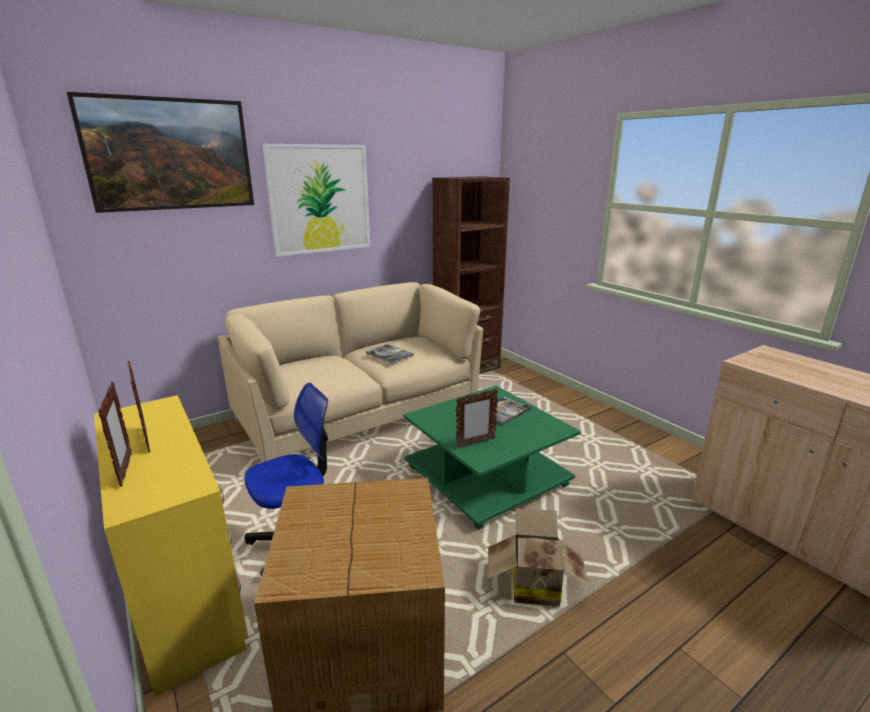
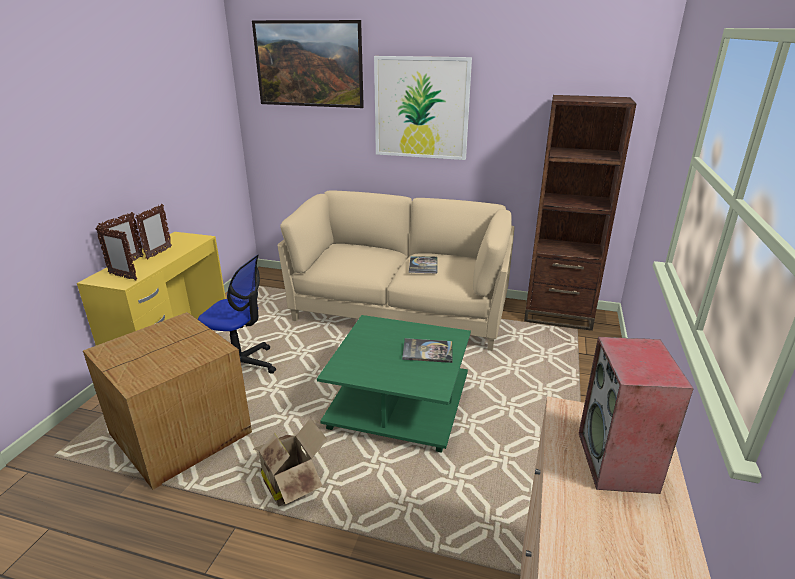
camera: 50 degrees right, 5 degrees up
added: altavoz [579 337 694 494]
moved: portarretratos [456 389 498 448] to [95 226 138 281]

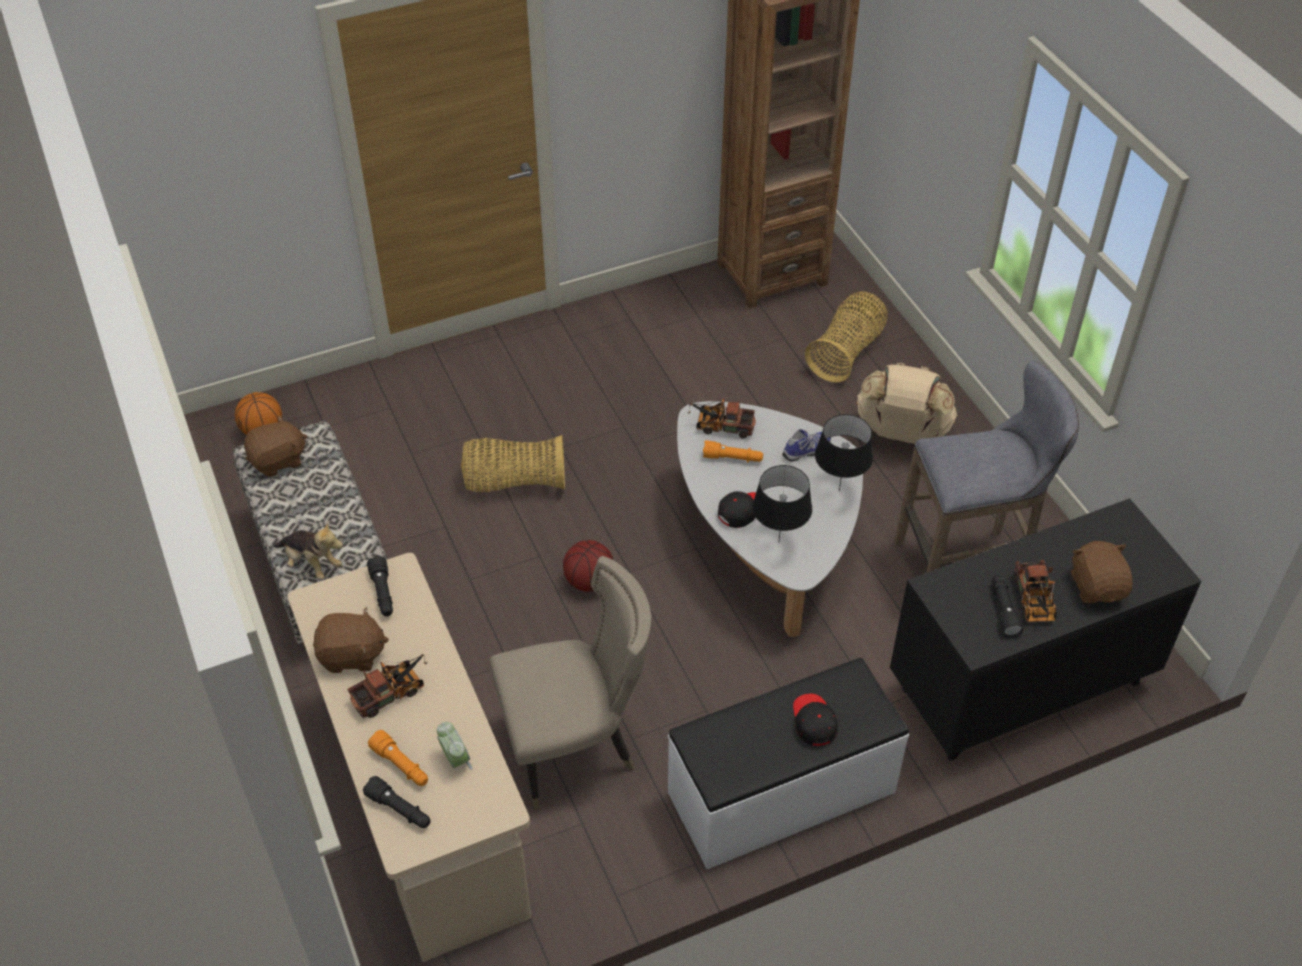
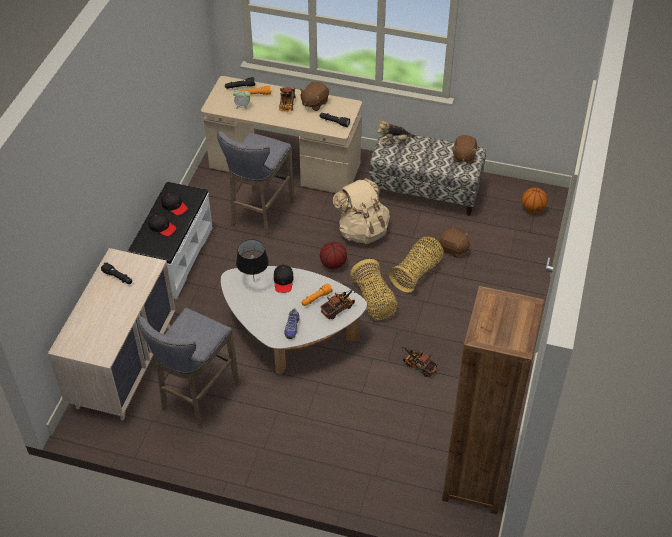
camera: 130 degrees right, 0 degrees up
removed: lámpara de mesa [negro] [815 414 873 491]
added: gorra [negro] [161 191 188 215]
moved: cesta [805 291 888 382] to [350 259 397 320]; mochila [beis] [856 362 957 444] to [333 178 390 244]; camión de juguete [1014 560 1057 625] to [402 347 438 377]; peluche [marrón] [1071 541 1133 603] to [439 228 470 258]
replaced: silla [beis] [489 556 652 810] to taburete [gris] [217 131 294 238]
recoloured: cómoda [negro] [890 498 1202 761] to cómoda [beis] [48 248 176 421]

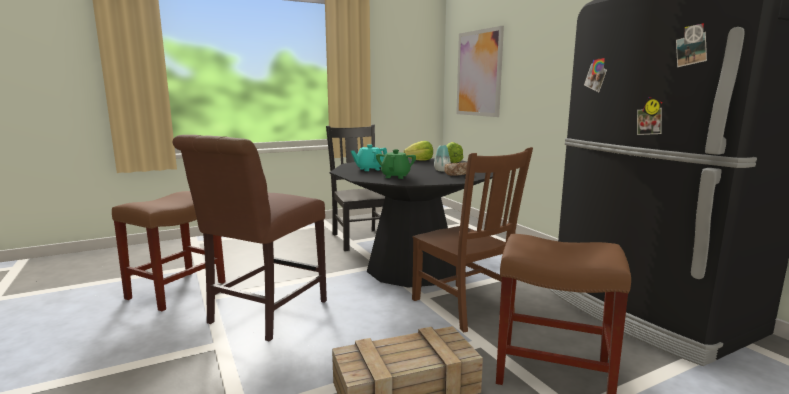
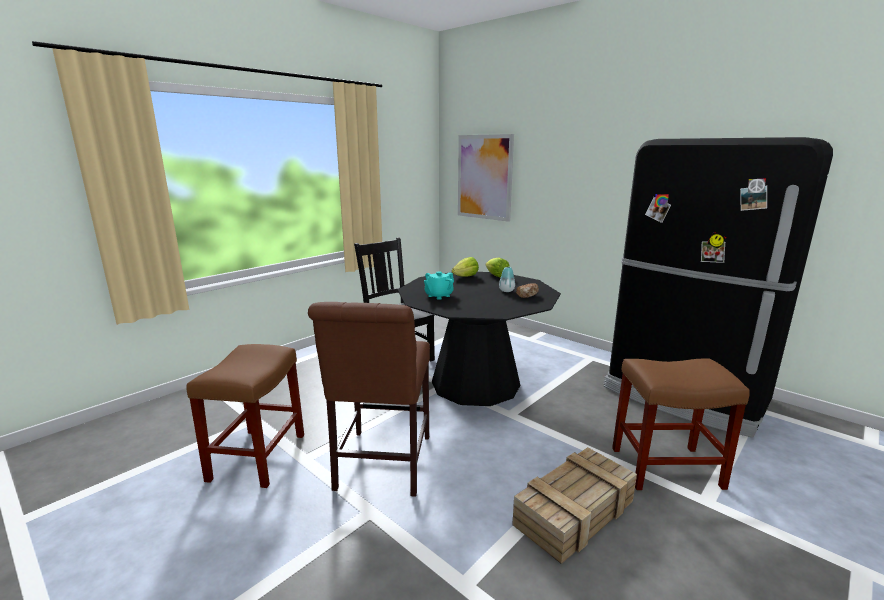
camera: 20 degrees left, 5 degrees up
removed: tetera [verde] [376 150 416 179]; silla [marrón] [412 147 533 332]

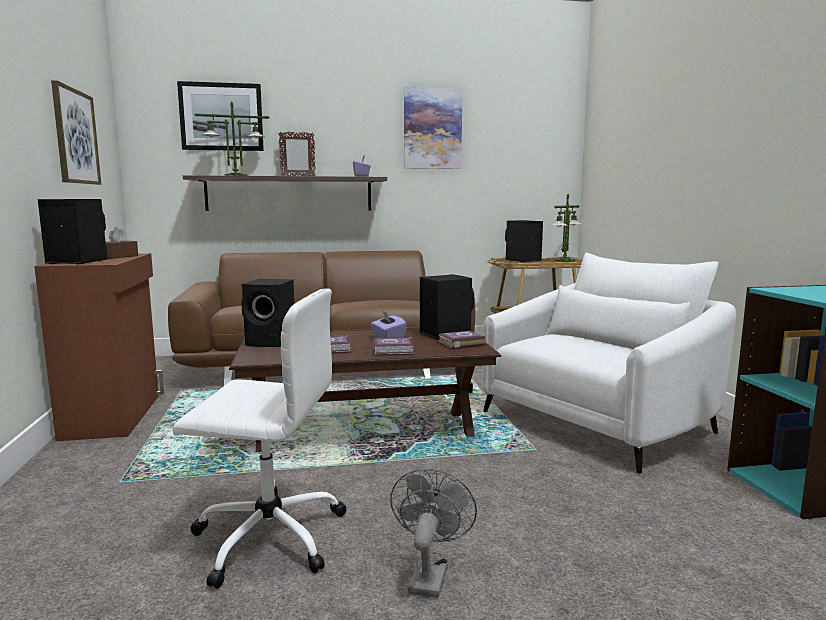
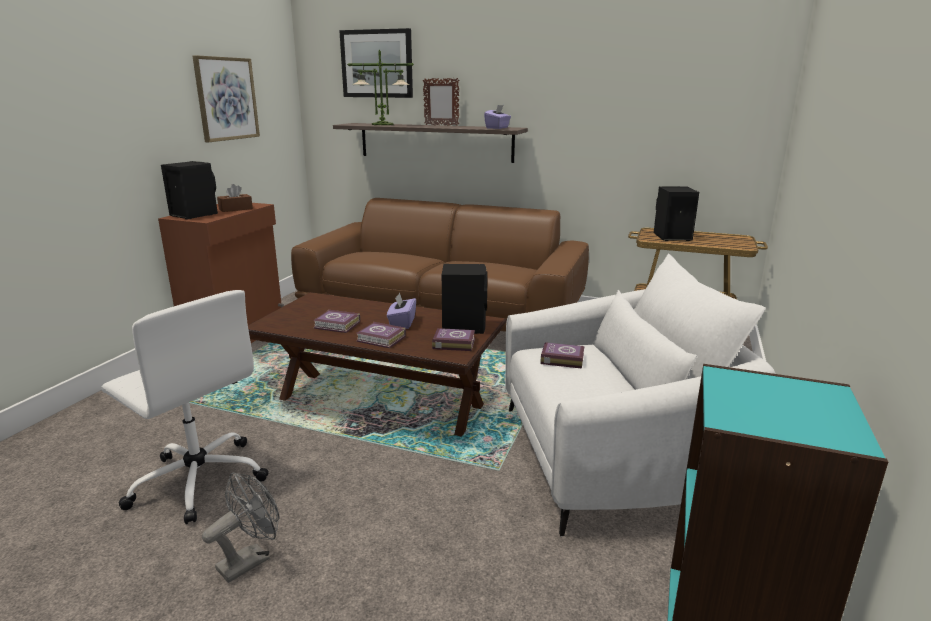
camera: 30 degrees right, 10 degrees up
removed: altavoz [negro] [241 279 294 347]; cuadro [404 87 463 169]; lámpara de mesa [552 194 581 262]
added: libro [540 342 584 369]

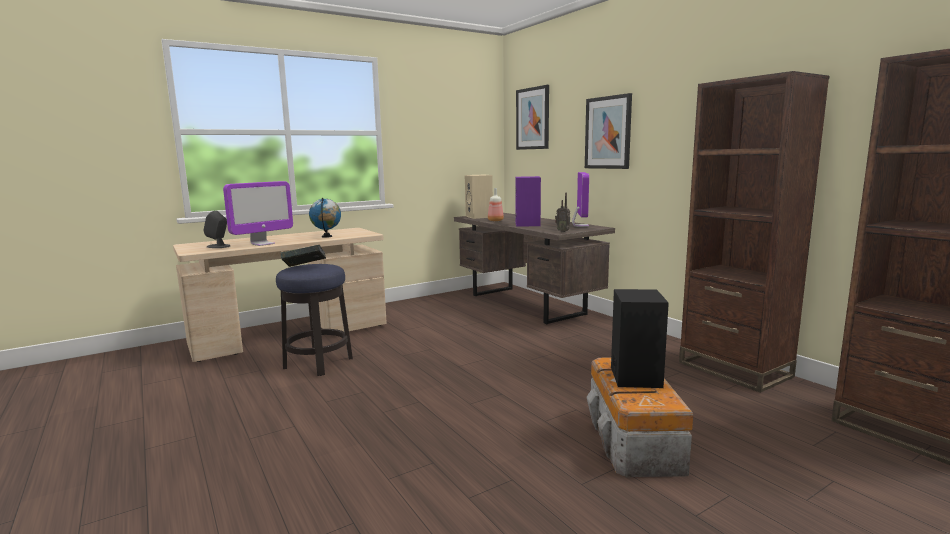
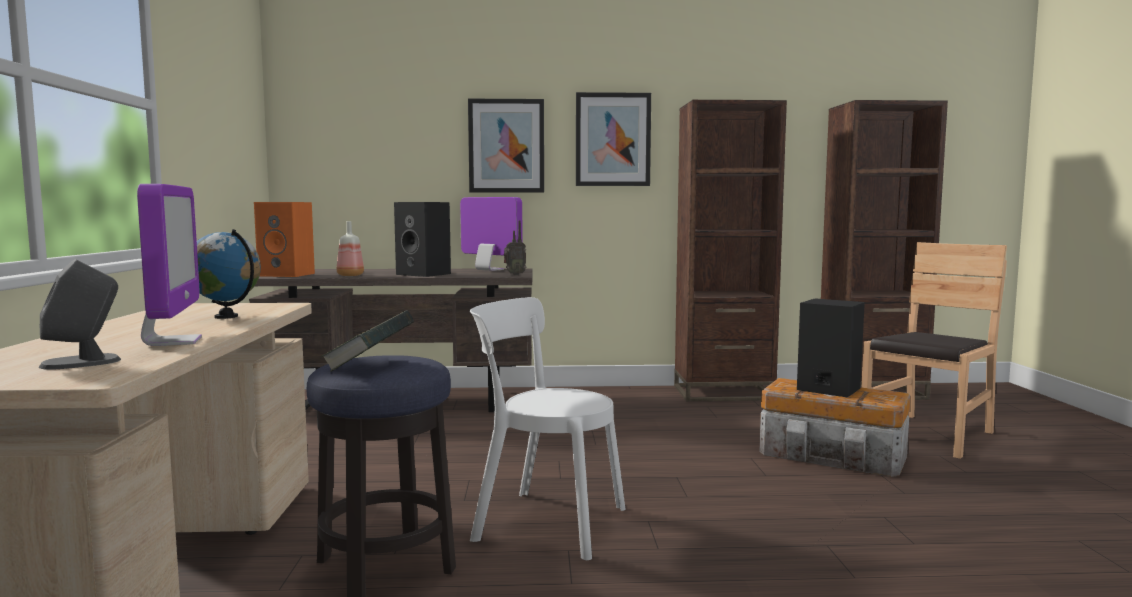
camera: 60 degrees left, 5 degrees down
added: silla [blanco] [470 297 625 560]; silla [marrón] [861 242 1007 459]
moved: cuadro [516 85 549 150] to [576 92 651 186]
recoloured: altavoz [beis] [465 175 493 219] to altavoz [naranja] [254 202 315 277]; altavoz [morado] [515 176 541 227] to altavoz [negro] [394 202 451 277]

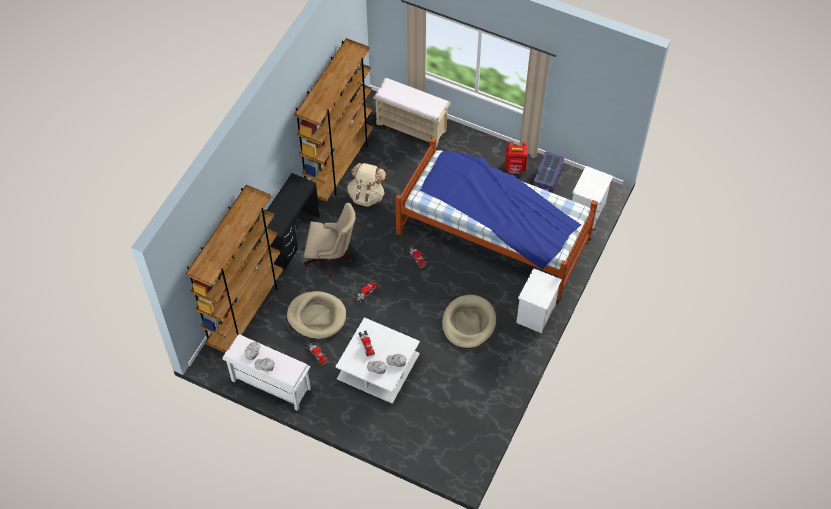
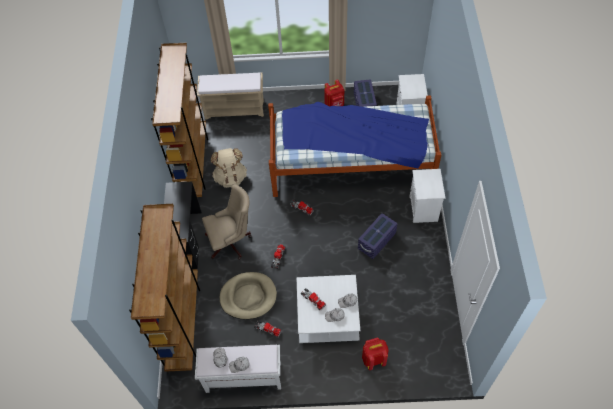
camera: 25 degrees left, 0 degrees up
added: mochila [rojo] [362 337 389 370]
replaced: cama para perro [beis] [442 295 496 349] to caja de almacenaje [morado] [358 213 397 259]

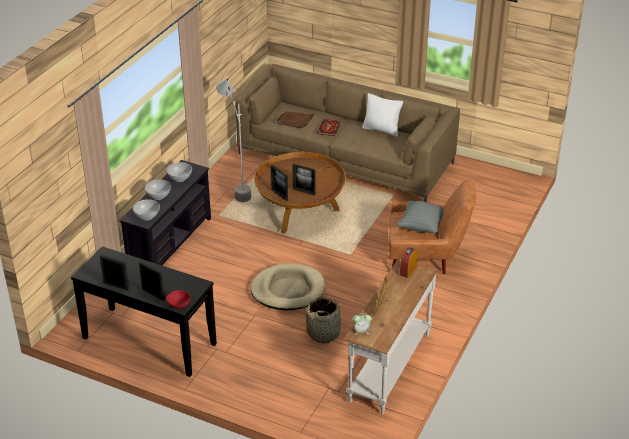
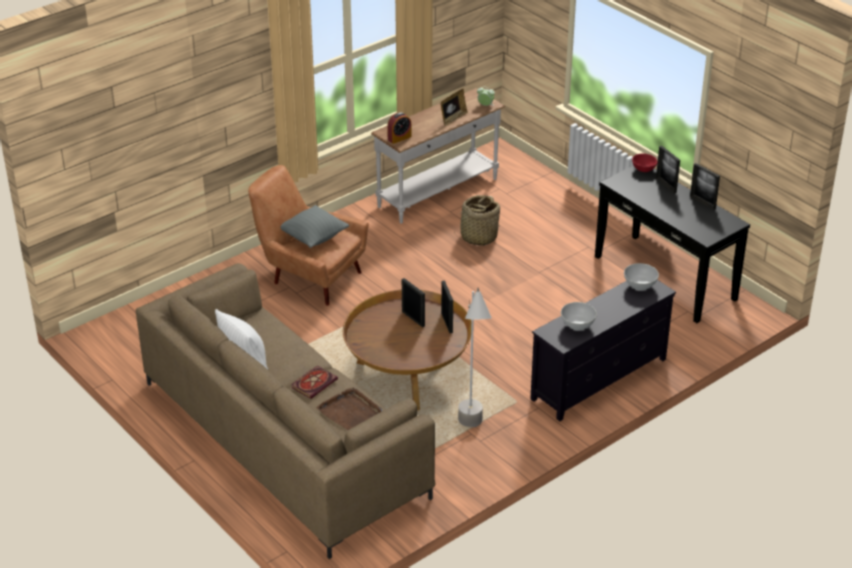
camera: 155 degrees left, 0 degrees up
removed: cuenco [blanco] [145 180 171 200]; cama para perro [beis] [251 263 326 310]

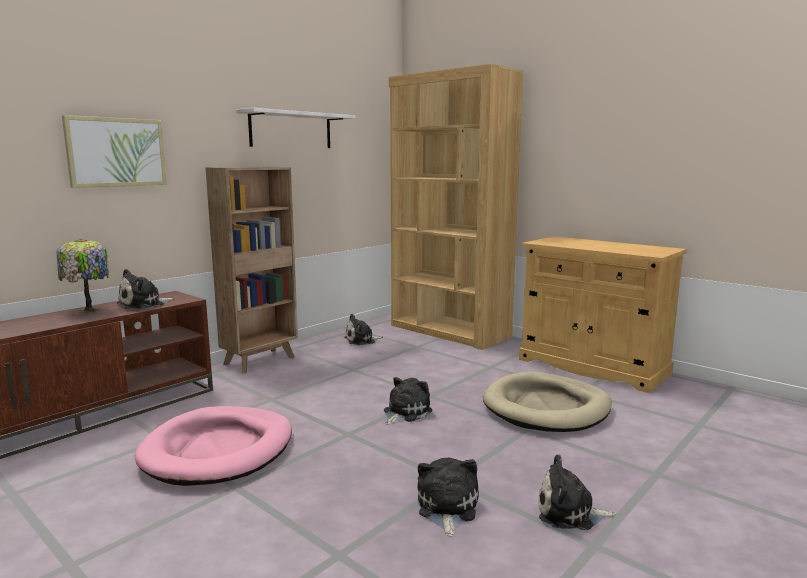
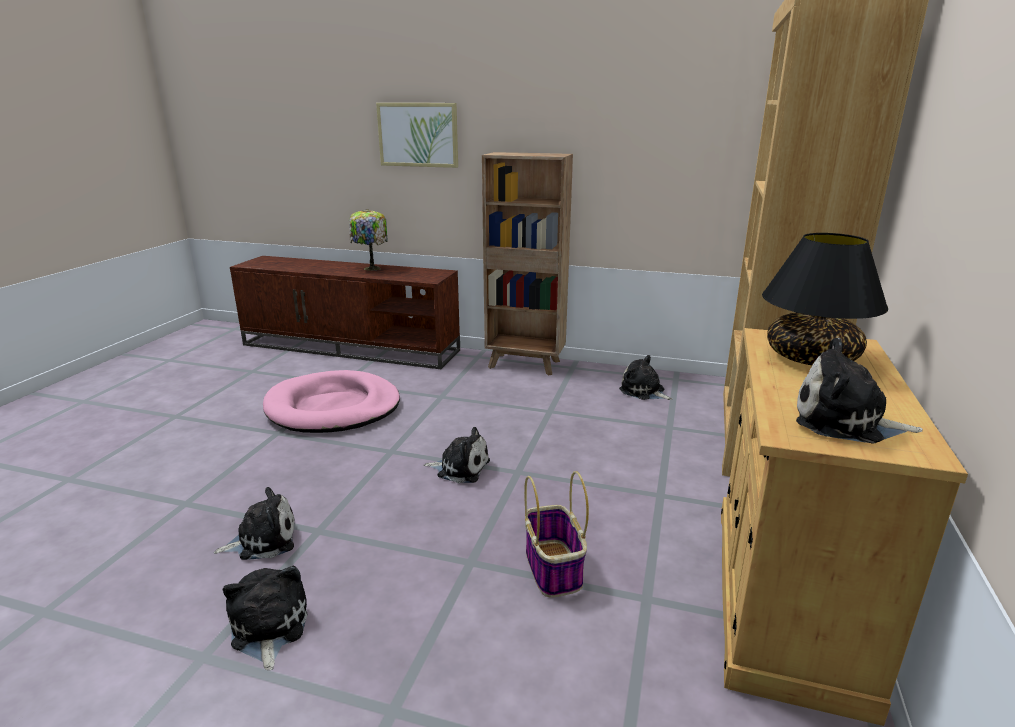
camera: 65 degrees right, 10 degrees up
removed: estante [blanco] [236 108 355 148]
added: lámpara de mesa [negro] [762 233 888 365]
moved: peluche [117 269 175 309] to [796 338 923 443]
replaced: cama para perro [beis] [483 371 612 432] to cesta [524 471 589 598]

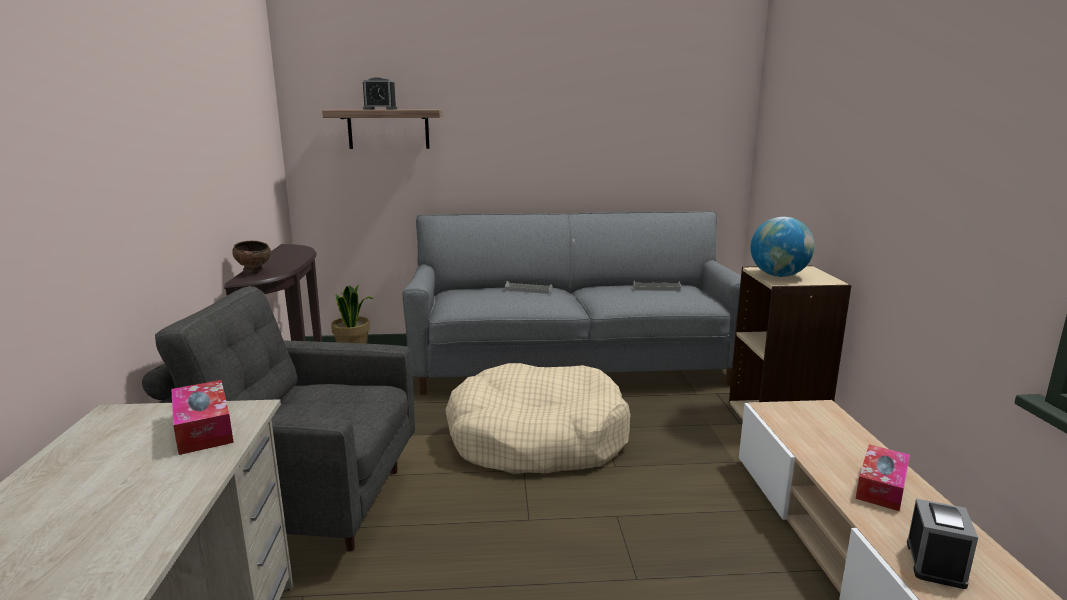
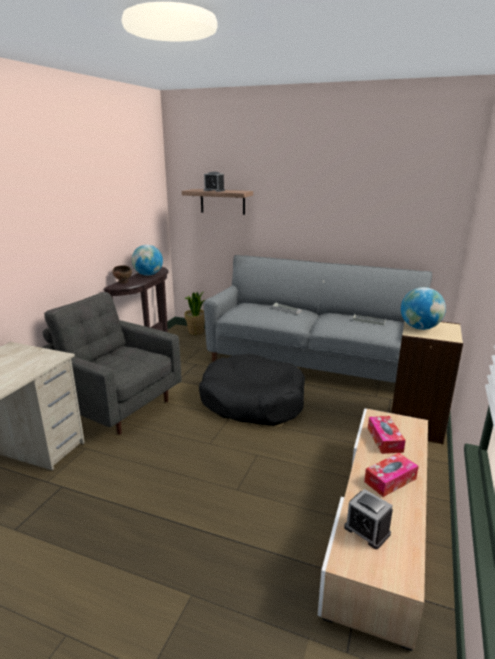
camera: 25 degrees right, 5 degrees up
added: globo terráqueo [132 245 163 276]
moved: caja de pañuelos [171 380 234 455] to [368 416 406 454]
recoloured: cama para perro [beis] [445 363 630 474] to cama para perro [negro] [199 354 305 426]
turned: despertador [907 499 978 589] = [344 489 393 549] 90 degrees clockwise

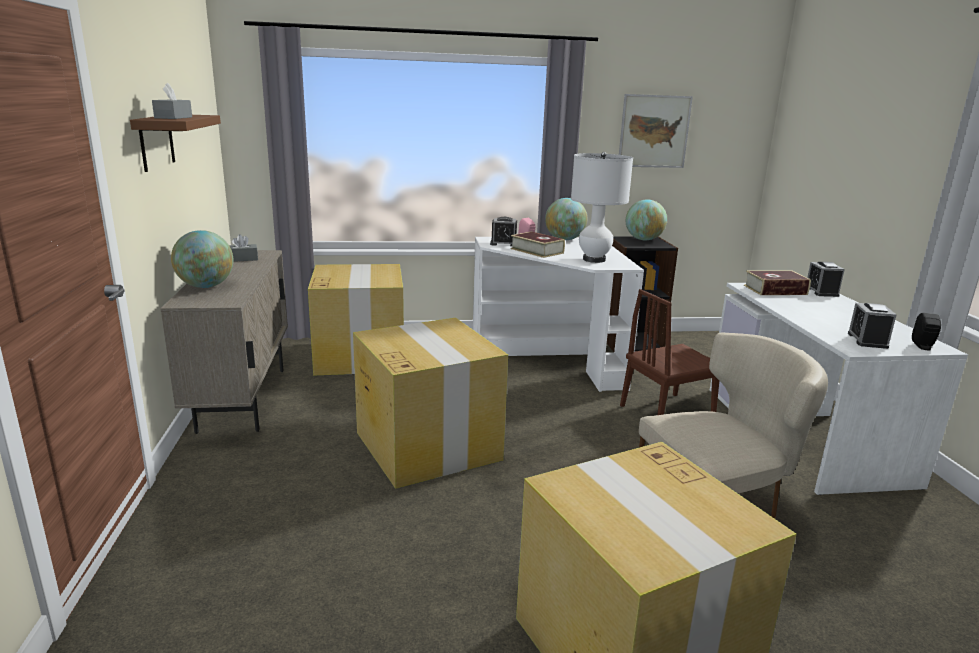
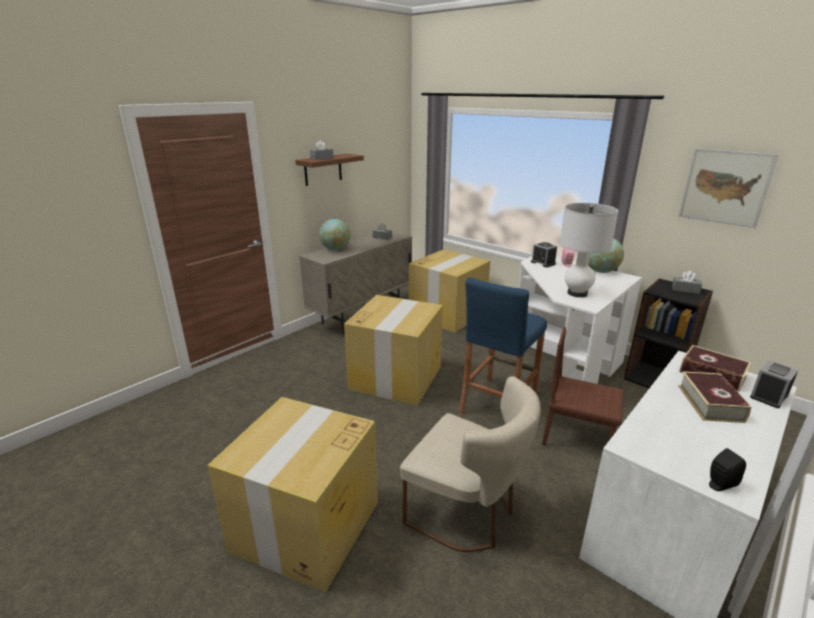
camera: 50 degrees right, 5 degrees up
removed: despertador [848 303 896 349]
added: taburete [azul] [459 277 547 414]
moved: libro [510 232 565 258] to [678 371 751 423]
replaced: globo terráqueo [626 199 667 240] to caja de pañuelos [gris] [672 271 702 294]

